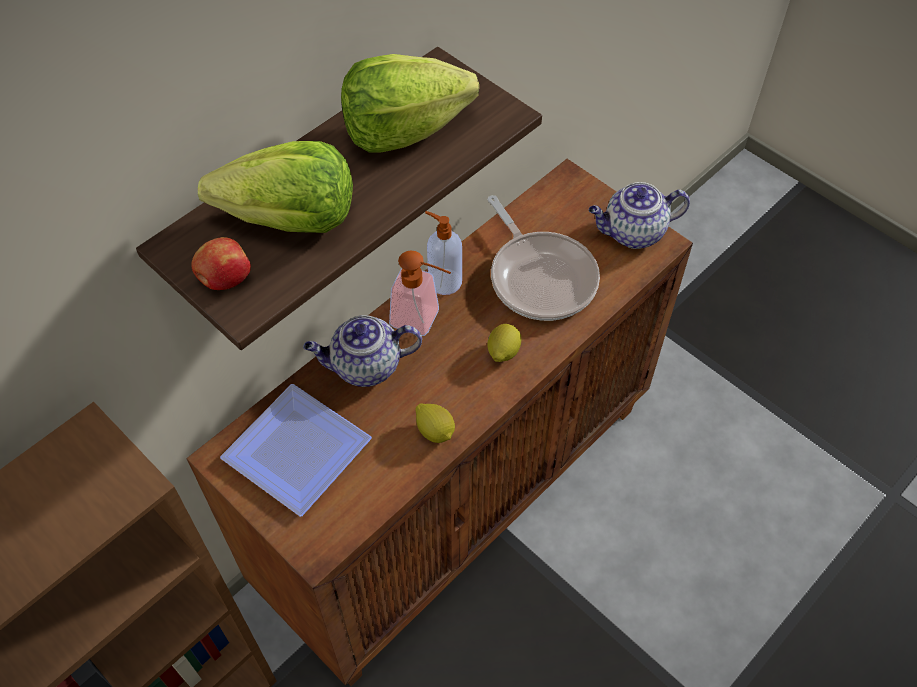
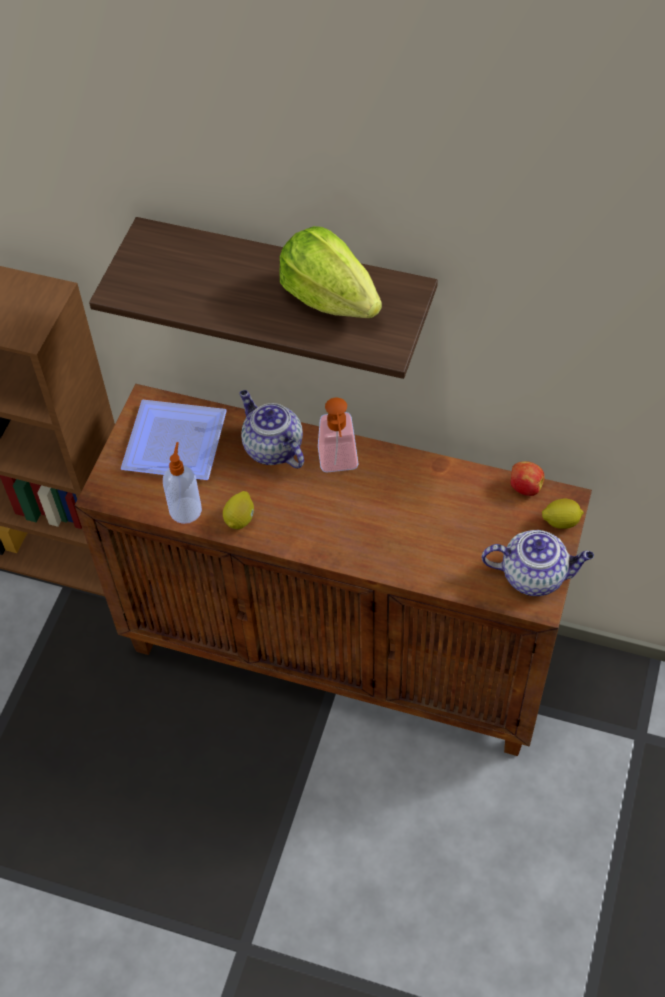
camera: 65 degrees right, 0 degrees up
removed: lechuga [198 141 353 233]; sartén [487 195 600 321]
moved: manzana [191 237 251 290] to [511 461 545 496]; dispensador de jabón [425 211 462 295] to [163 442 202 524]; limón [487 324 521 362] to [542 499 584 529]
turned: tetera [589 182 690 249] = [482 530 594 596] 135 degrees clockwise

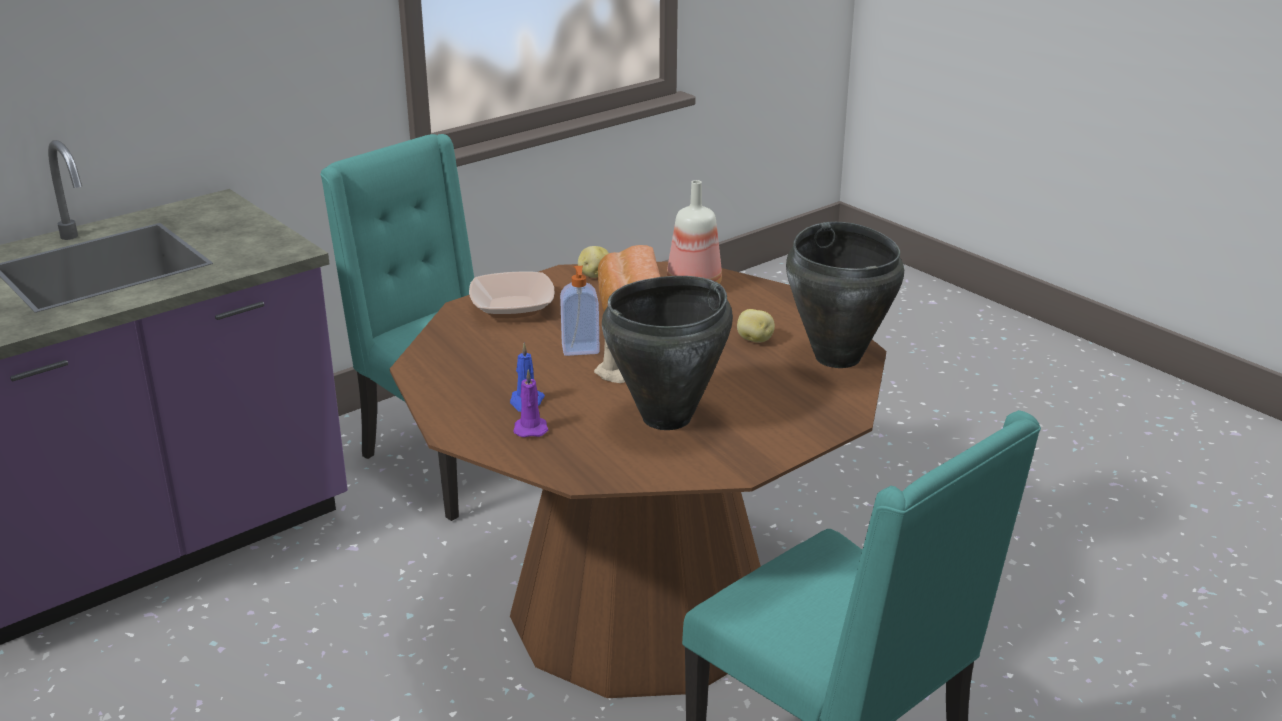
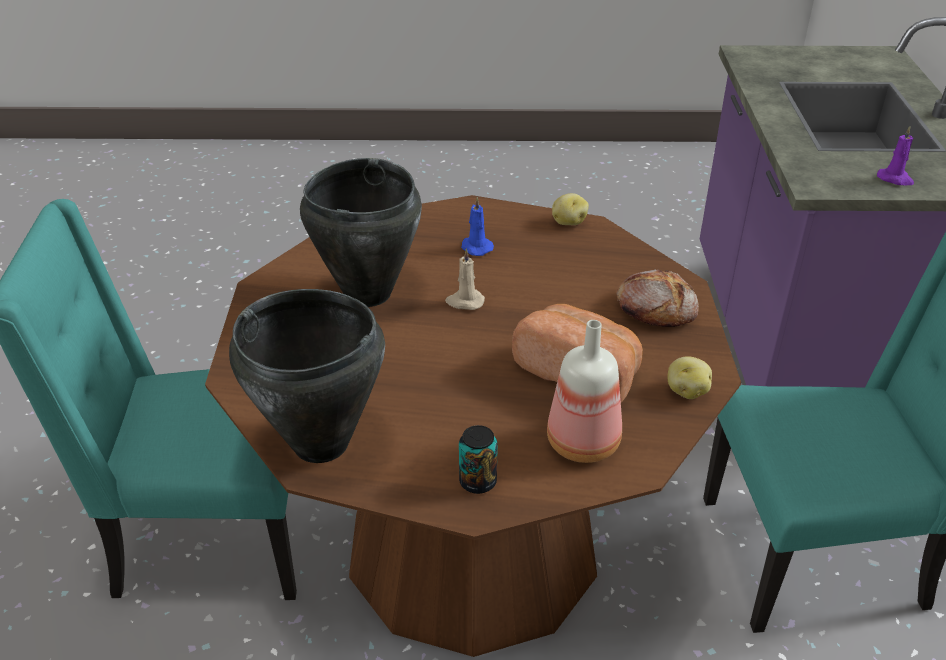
camera: 130 degrees right, 10 degrees up
removed: dispensador de jabón [560 266 600 356]
added: lata [459 425 498 494]
moved: vela [morado] [513 370 548 437] to [877 126 914 185]; patata [737 309 775 343] to [552 193 589 225]
replaced: cuenco [469 272 555 318] to pan [617 269 699 327]

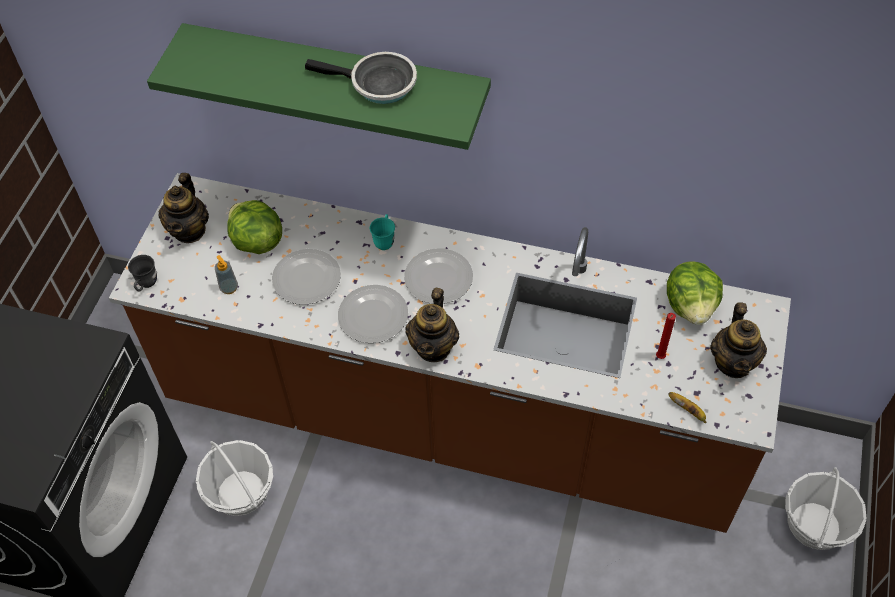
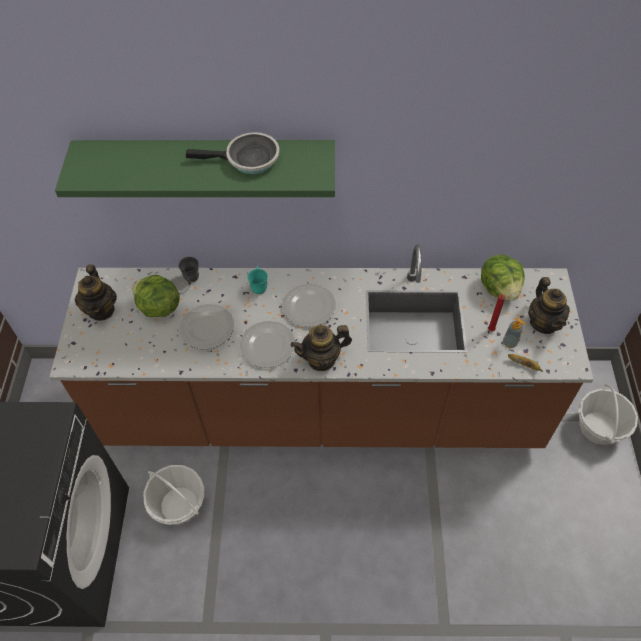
camera: 15 degrees left, 0 degrees up
moved: taza grande [gris] [128 255 157 292] to [179 257 199 285]; dispensador de jabón [215 255 238 294] to [503 318 526 348]
turned: tetera [405 288 459 362] = [291 325 352 371] 75 degrees clockwise

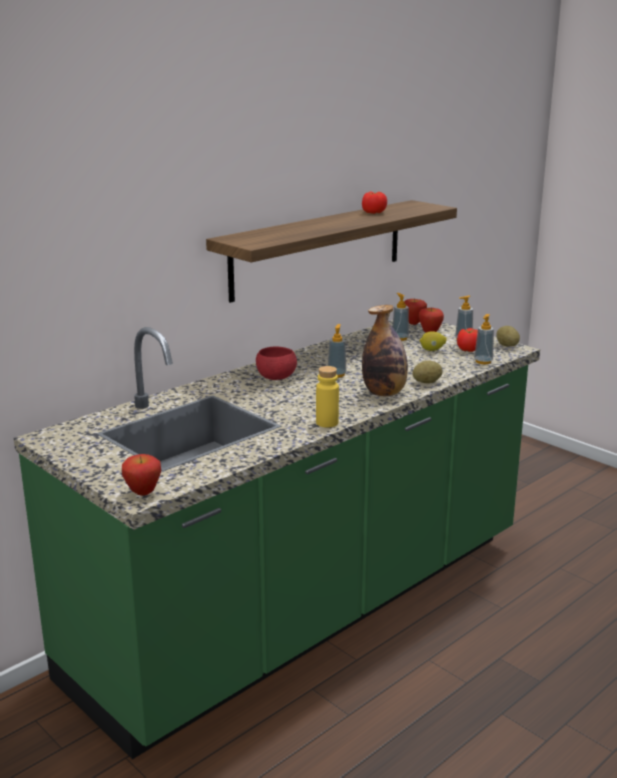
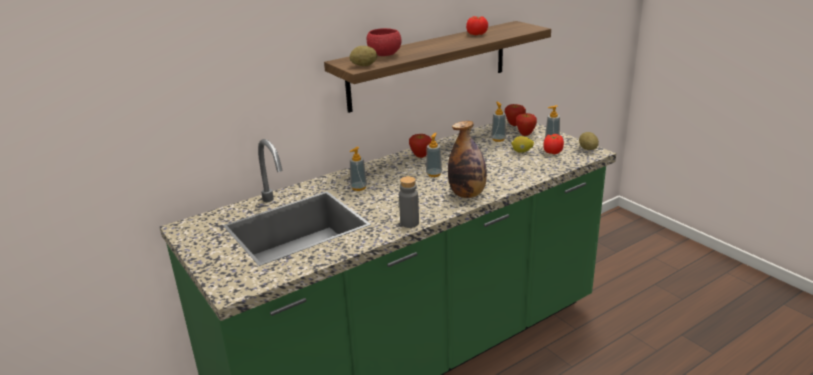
camera: 10 degrees right, 5 degrees up
moved: manzana [122 454 161 496] to [409 134 432 158]; cuenco [rojo] [256 347 297 380] to [367 28 402 56]; patata [412 361 443 384] to [350 46 377 66]; dispensador de jabón [474 314 494 364] to [350 147 367 191]
recoloured: botella [amarillo] [316 366 339 428] to botella [gris] [399 176 419 228]

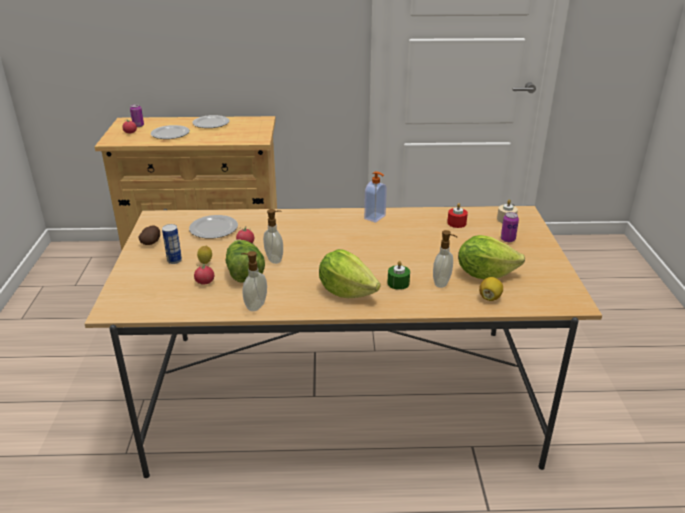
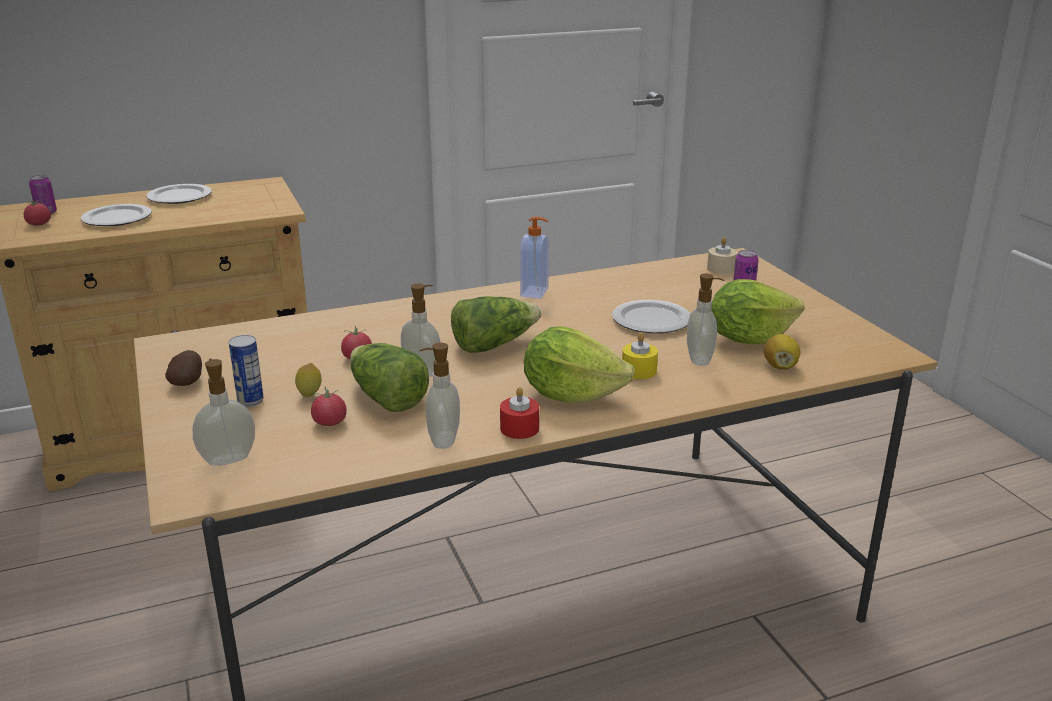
camera: 20 degrees left, 5 degrees down
added: dispensador de jabón [193 359 255 466]; lechuga [451 296 542 353]
moved: plato [189 215 238 239] to [612 300 690 333]; vela [rojo] [447 203 468 228] to [500 387 539 439]
recoloured: vela [verde] [387 261 410 290] to vela [amarillo] [622 333 658 379]

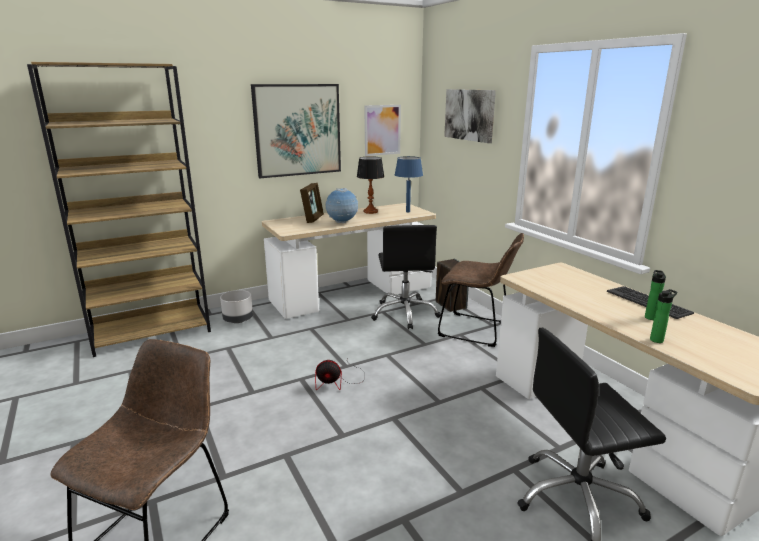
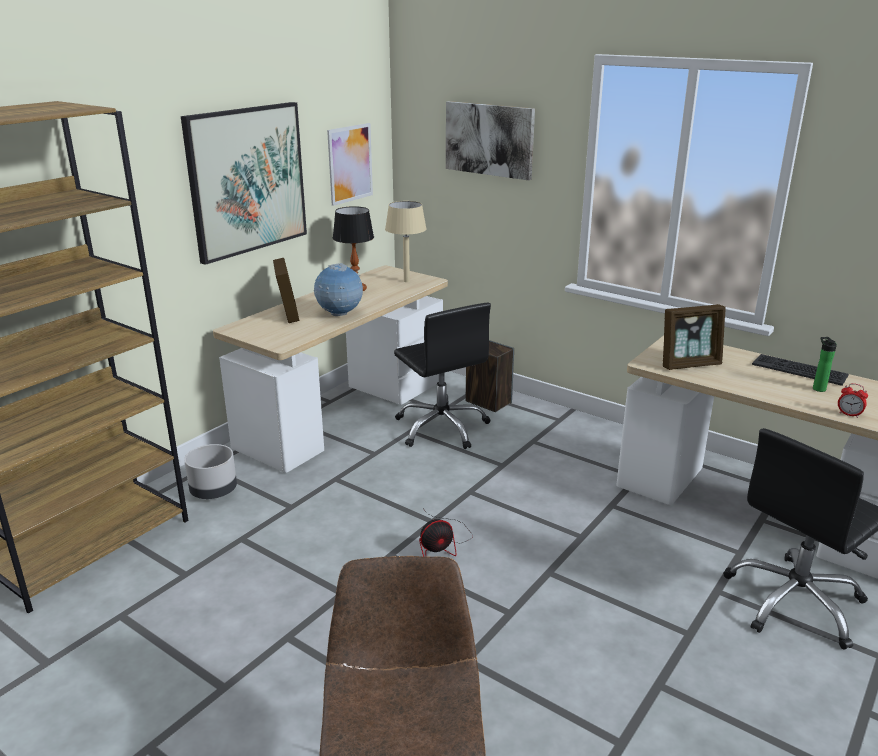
camera: 25 degrees left, 5 degrees up
removed: silla [marrón] [438 233 524 347]
added: portarretratos [663 304 726 370]
replaced: botella [650 289 677 343] to despertador [838 383 868 418]
recoloured: lámpara de mesa [azul] [395 156 423 212] to lámpara de mesa [beis] [385 201 427 282]

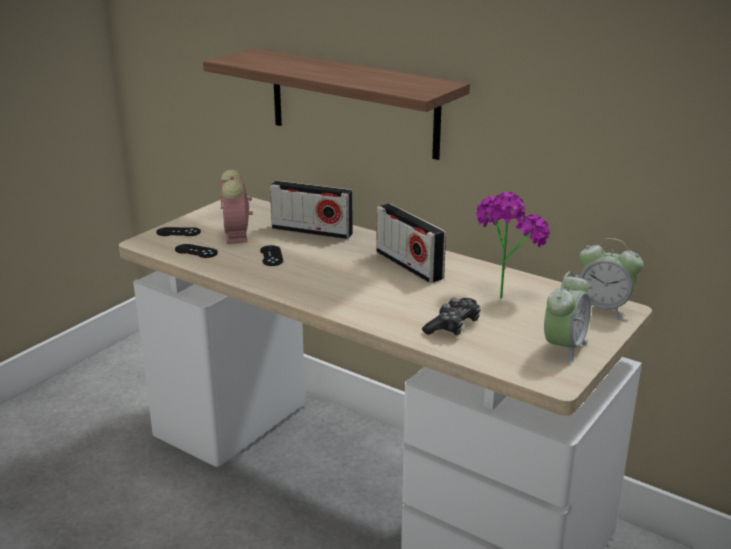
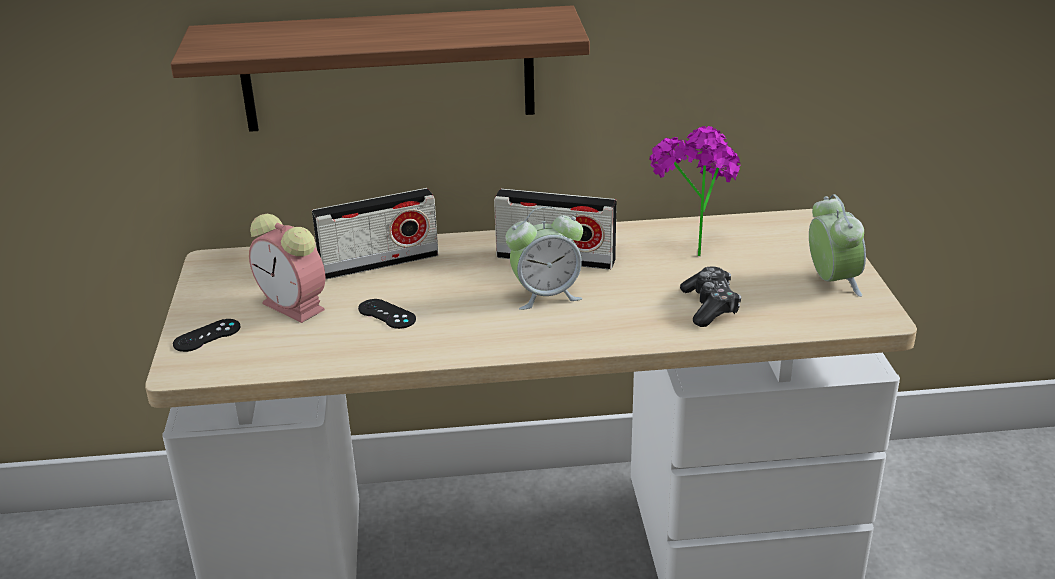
camera: 40 degrees left, 5 degrees up
removed: mando de consola [negro] [175 244 218 258]
moved: despertador [579 238 643 321] to [505 207 583 310]

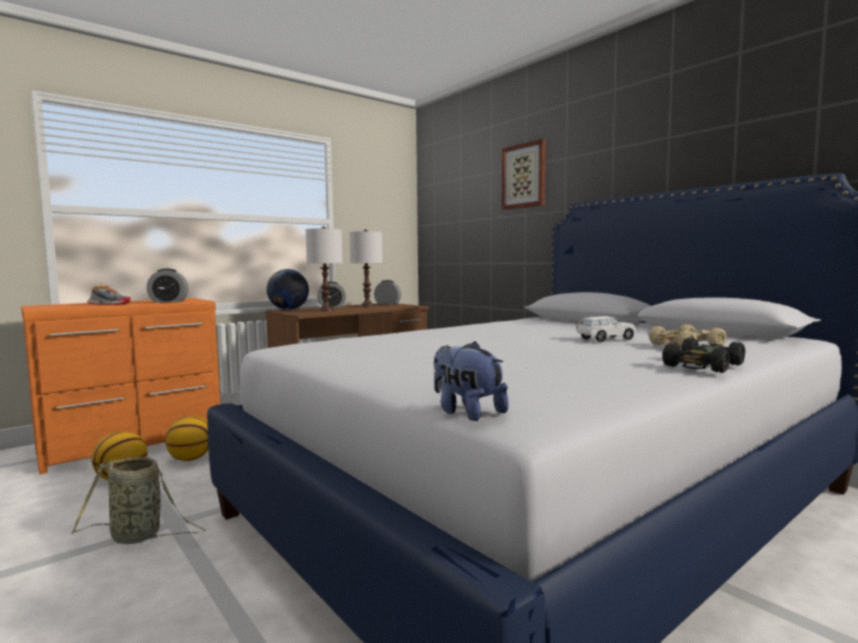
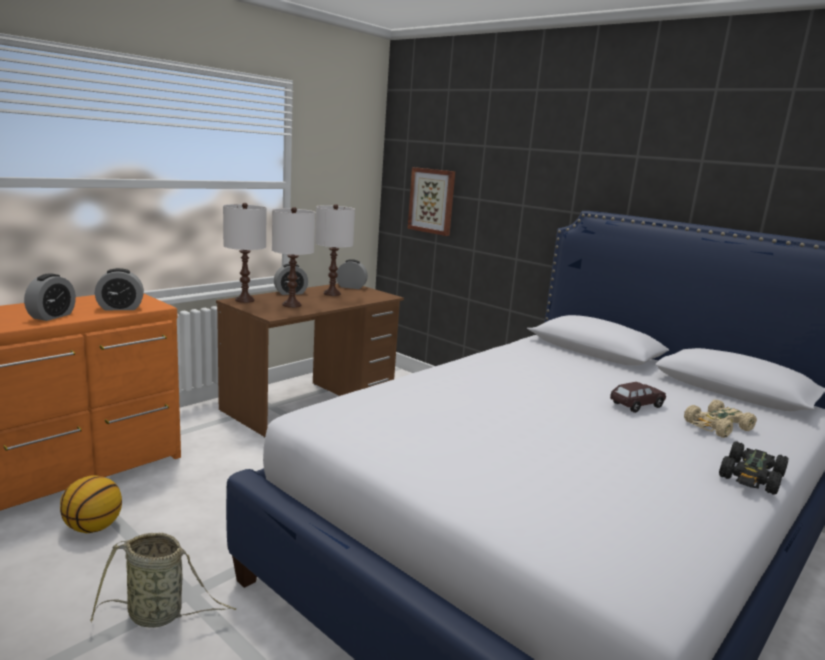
camera: 10 degrees left, 10 degrees up
removed: balón de baloncesto [165 416 209 461]; peluche [434 341 509 421]
moved: cuadro [502 139 546 210] to [408 167 455 236]
replaced: zapato [87 283 131 305] to despertador [24 273 76 321]; globo terráqueo [267 269 309 310] to lámpara de mesa [blanco] [223 203 267 303]
recoloured: coche de juguete [blanco] [577 316 636 342] to coche de juguete [marrón] [610 382 666 413]

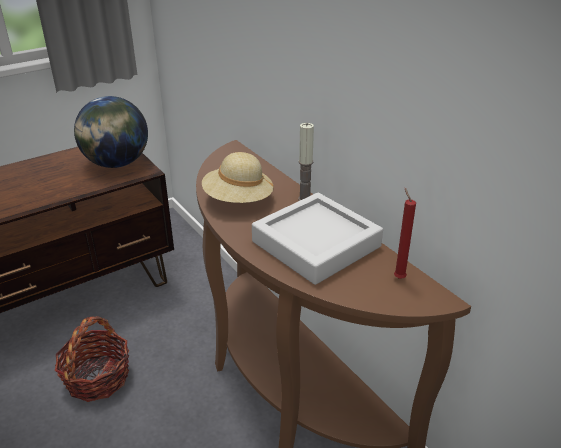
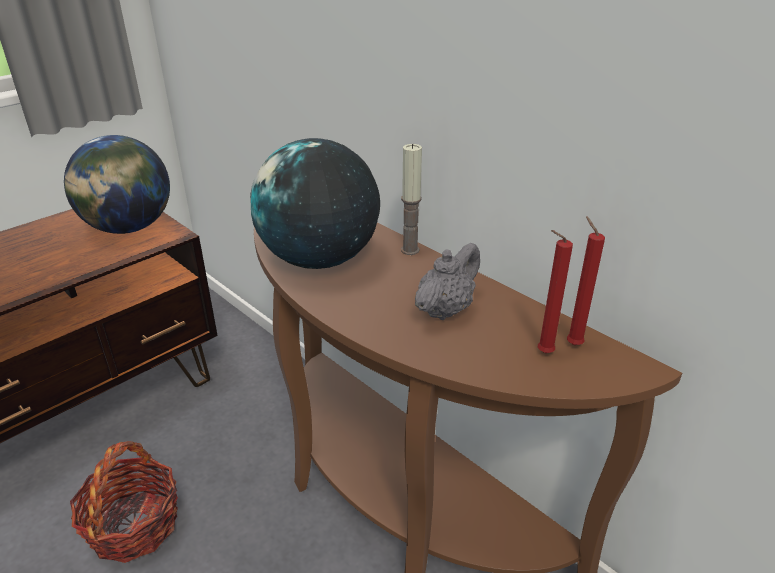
camera: 10 degrees left, 0 degrees up
added: vela [rojo] [538 230 573 353]
replaced: sombrero [beis] [202 152 274 203] to globo terráqueo [250 138 380 269]; bandeja [gris] [252 193 383 285] to tetera [gris] [415 243 480 320]

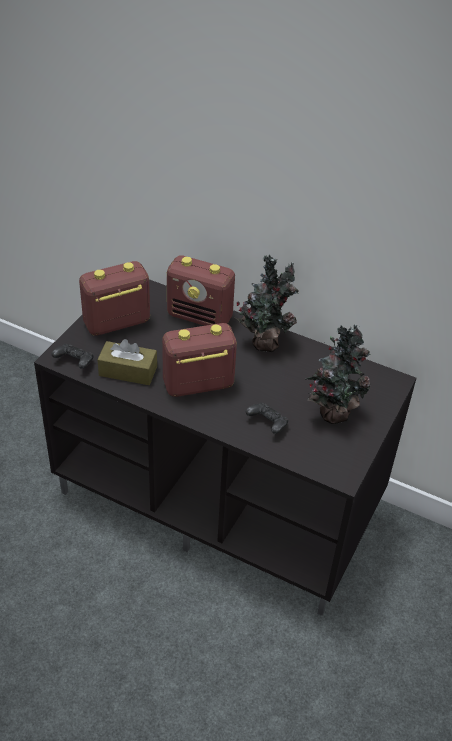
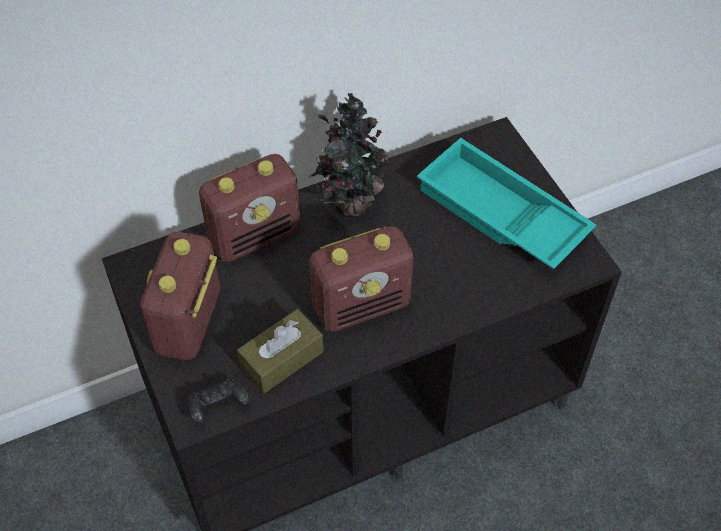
camera: 50 degrees left, 10 degrees up
removed: mando de consola [negro] [246 402 288 434]
replaced: planta en maceta [306 325 371 424] to bandeja [turquesa] [417 138 596 269]
turned: radio [162 323 237 397] = [310 226 414 332] 135 degrees counterclockwise

